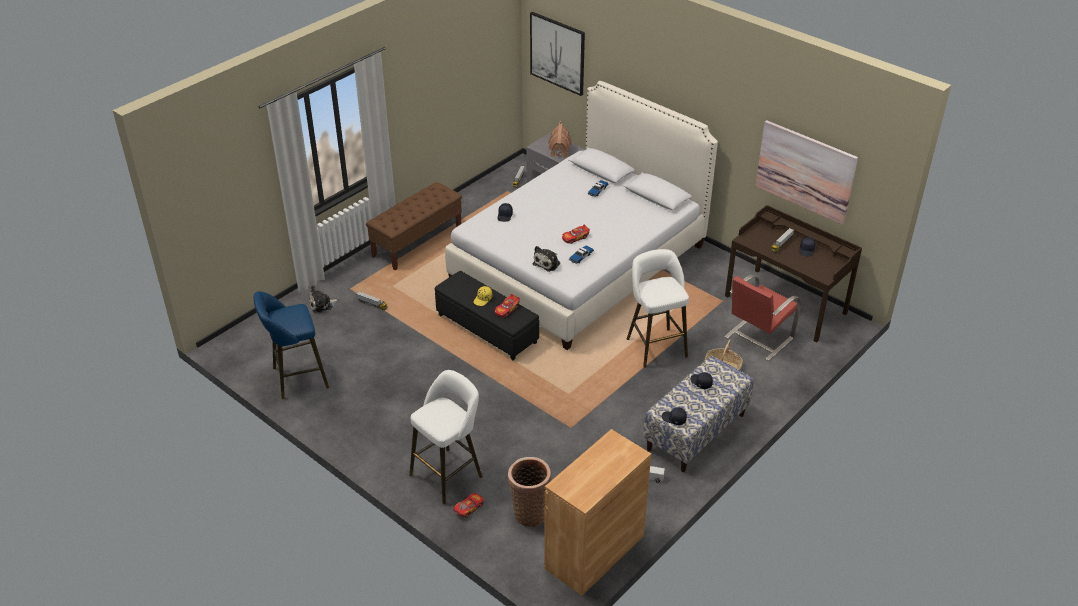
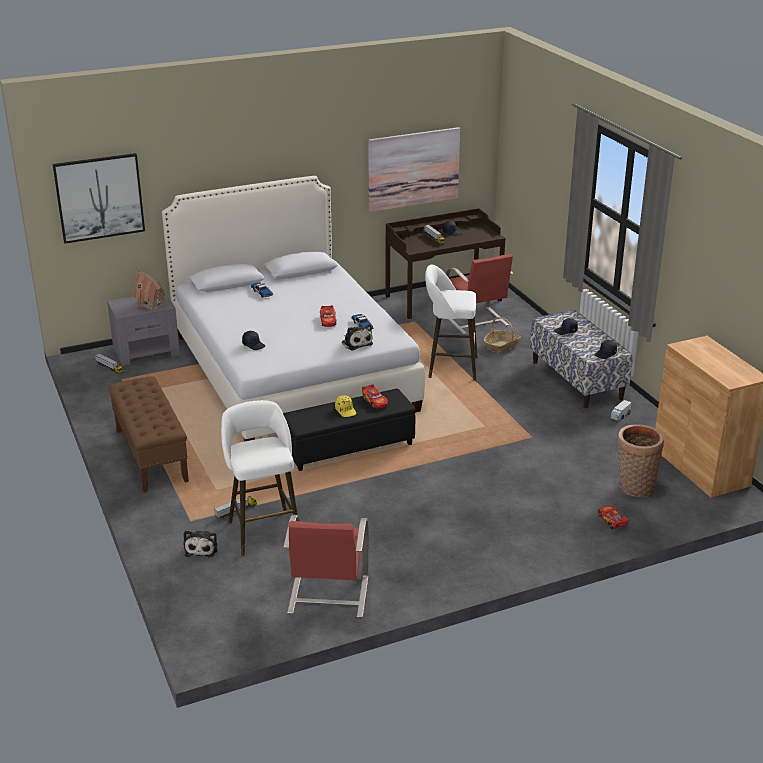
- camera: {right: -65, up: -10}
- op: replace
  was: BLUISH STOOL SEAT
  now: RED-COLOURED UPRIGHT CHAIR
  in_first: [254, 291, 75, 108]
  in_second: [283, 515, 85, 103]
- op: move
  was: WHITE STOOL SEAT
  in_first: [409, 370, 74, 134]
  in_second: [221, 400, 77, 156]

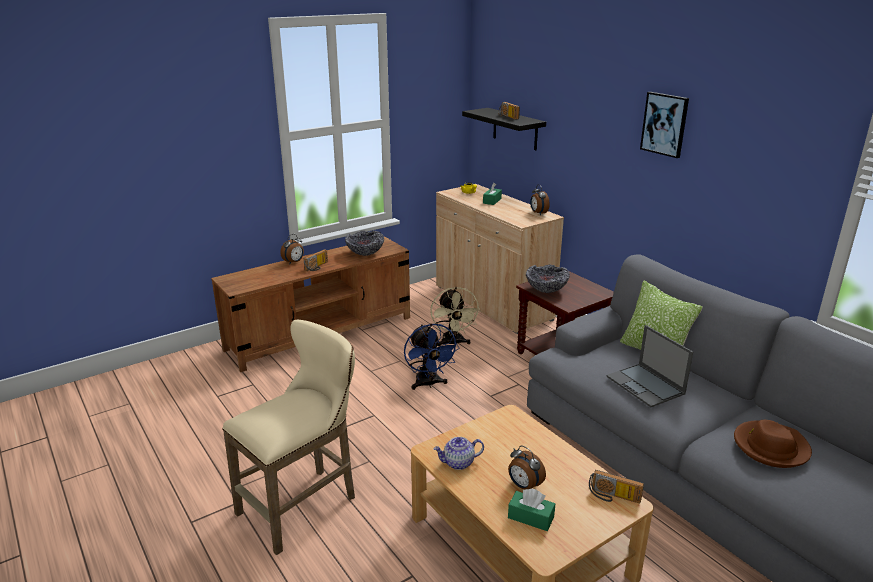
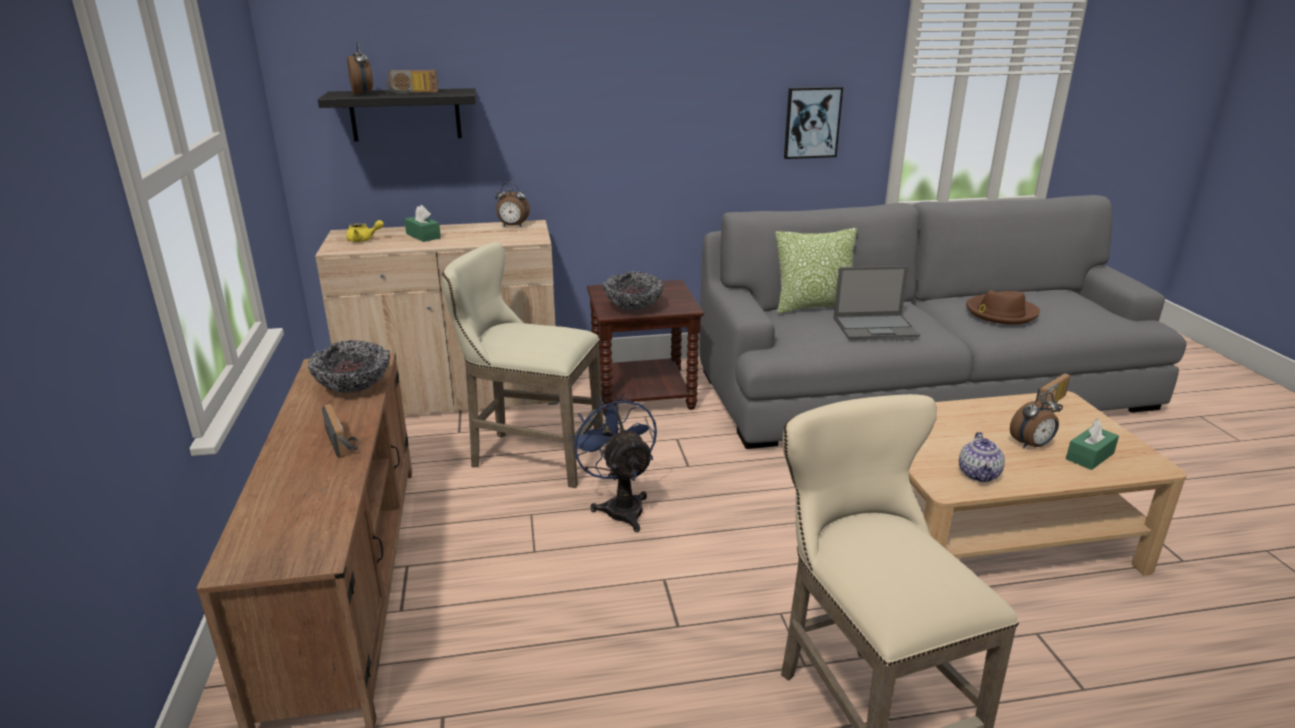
- camera: {right: -65, up: 0}
- op: move
  was: BEDSIDE CLOCK
  in_first: [280, 234, 24, 30]
  in_second: [347, 42, 26, 54]
- op: rotate
  was: BLUISH FAN
  in_first: [404, 323, 56, 67]
  in_second: [569, 394, 88, 138]
  clockwise: -120
- op: replace
  was: BEIGE-COLOURED FAN
  now: BEIGE-COLOURED STOOL SEAT
  in_first: [430, 287, 51, 60]
  in_second: [442, 242, 161, 246]
- op: move
  was: WALL PICTURE
  in_first: [640, 92, 49, 66]
  in_second: [784, 87, 59, 72]

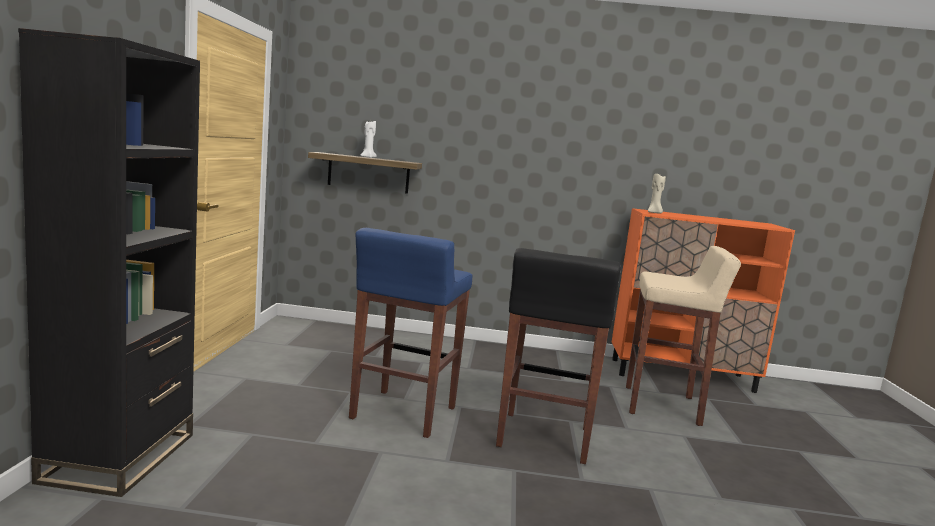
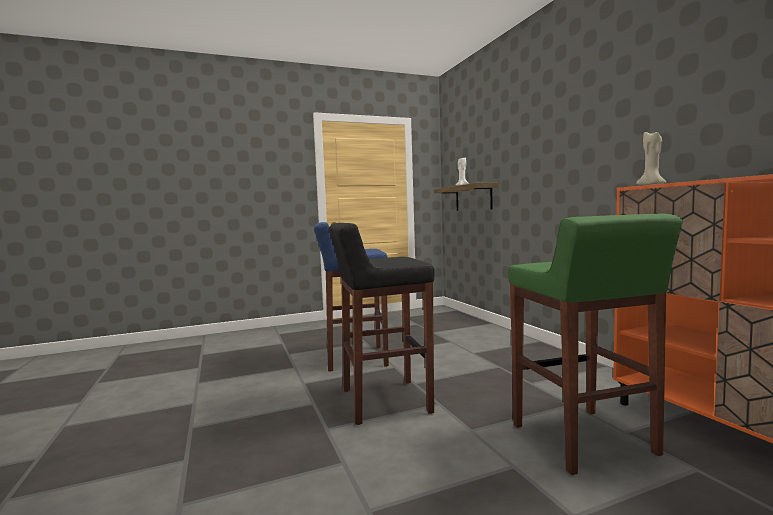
- camera: {right: 65, up: -5}
- op: delete
  was: BLACK BOOKSHELF
  in_first: [18, 28, 182, 469]
- op: recolor
  was: BEIGE-COLOURED STOOL SEAT
  now: GREEN STOOL SEAT
  in_first: [626, 246, 115, 180]
  in_second: [509, 213, 173, 262]

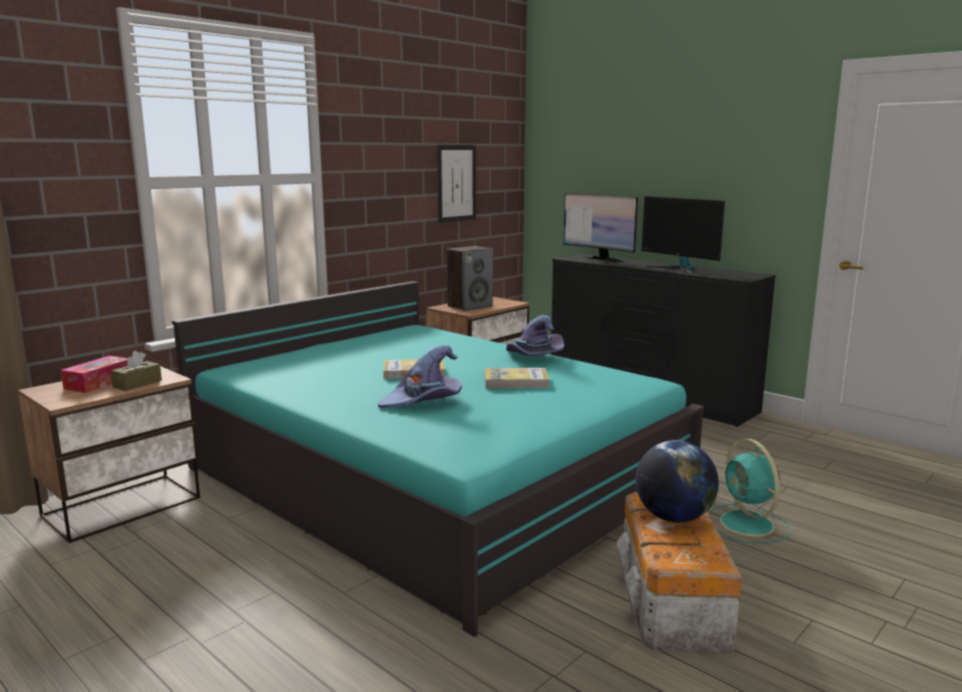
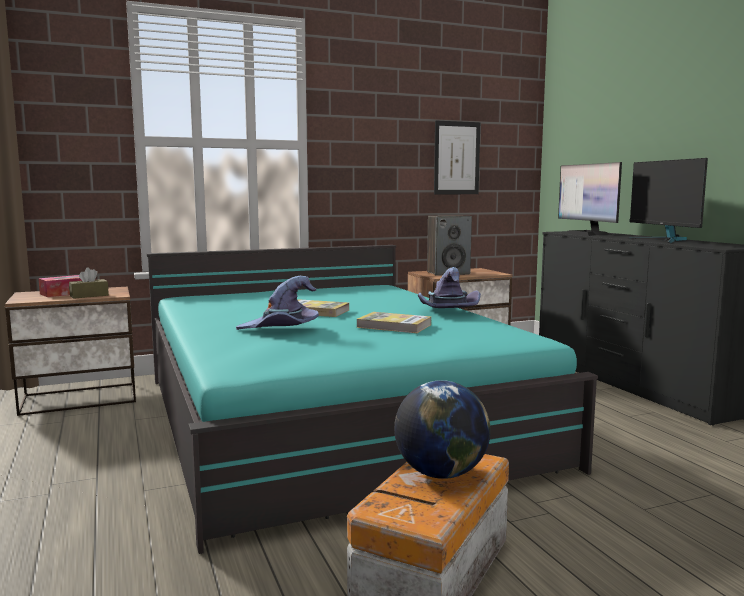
- camera: {right: 25, up: -5}
- op: delete
  was: TURQUOISE-COLOURED FAN
  in_first: [709, 439, 83, 105]

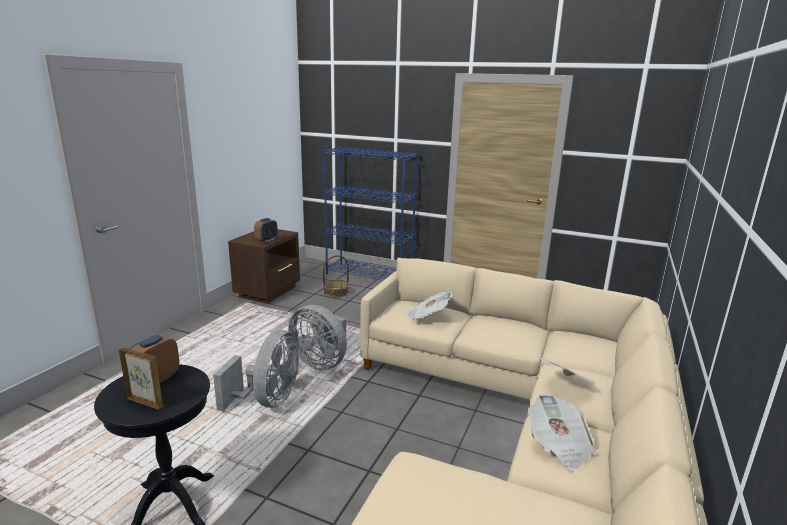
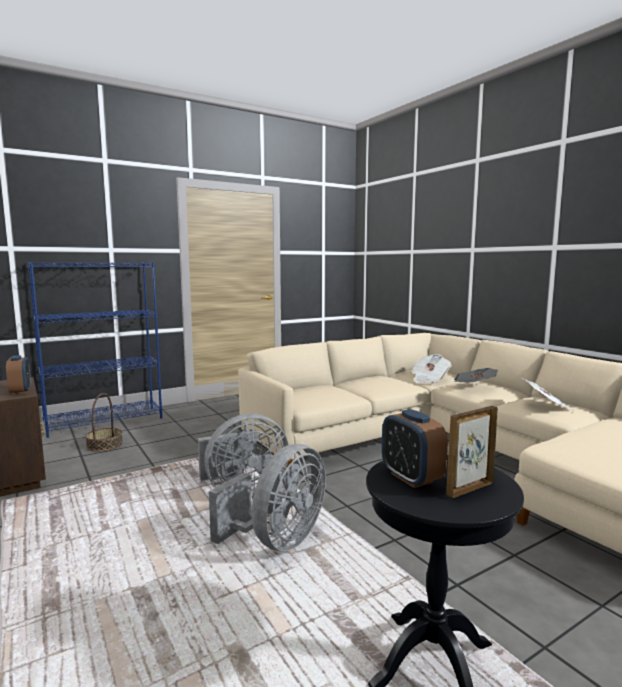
- camera: {right: -55, up: -10}
- op: rotate
  was: GRAY FAN
  in_first: [213, 330, 86, 81]
  in_second: [209, 444, 117, 107]
  clockwise: 75
- op: move
  was: DAILY PAPER
  in_first: [406, 291, 47, 30]
  in_second: [412, 354, 40, 29]

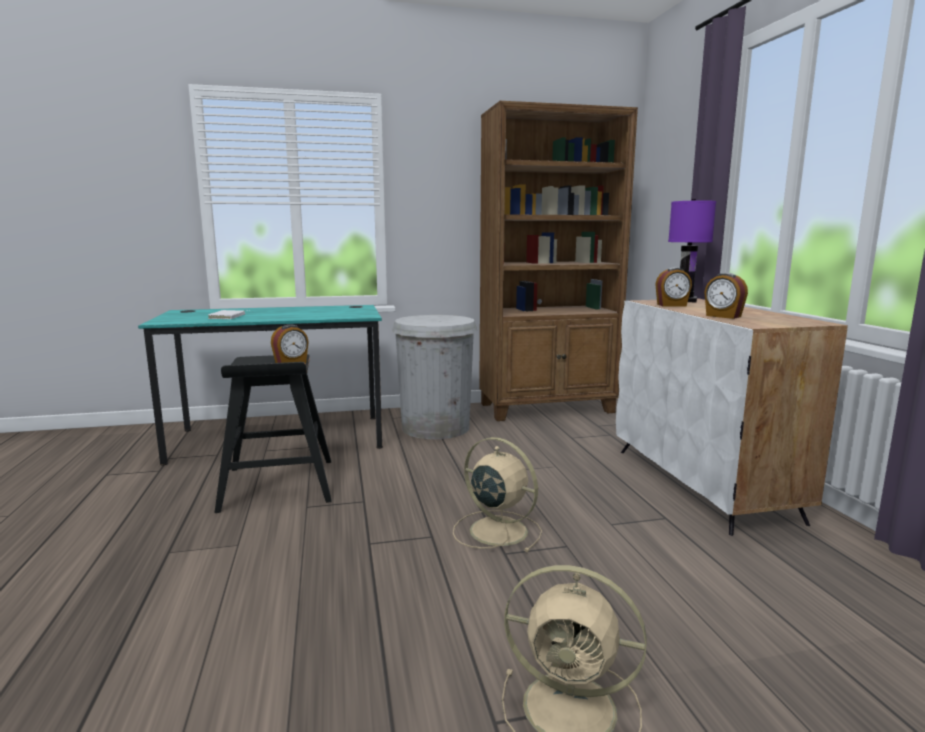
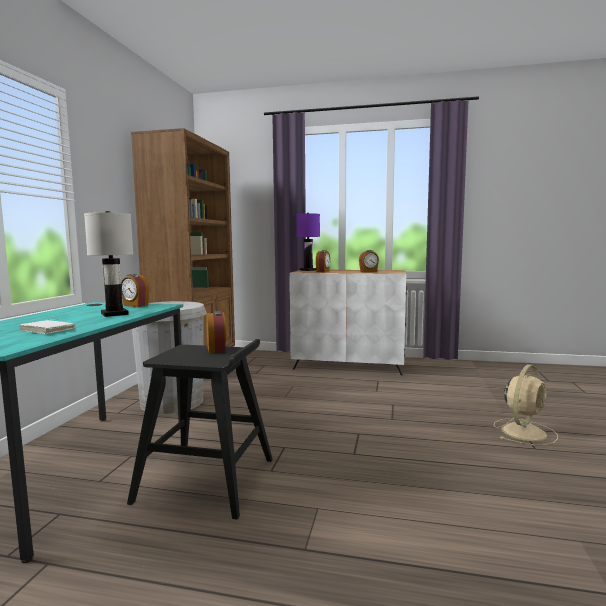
- camera: {right: -65, up: -5}
- op: delete
  was: BEIGE-COLOURED FAN
  in_first: [453, 437, 89, 115]
- op: insert
  now: WHITE TABLETOP LAMP
  in_second: [84, 211, 49, 106]
- op: insert
  now: BEDSIDE CLOCK
  in_second: [121, 274, 28, 33]

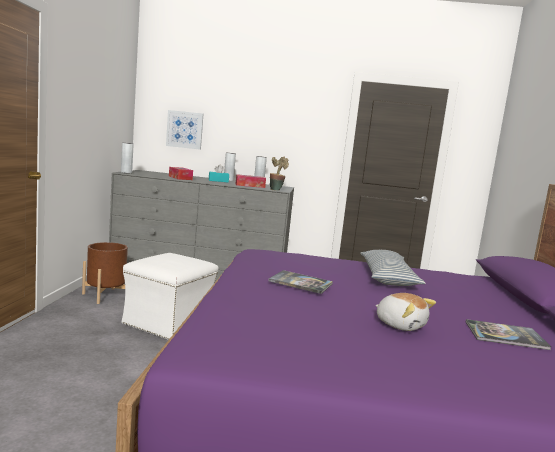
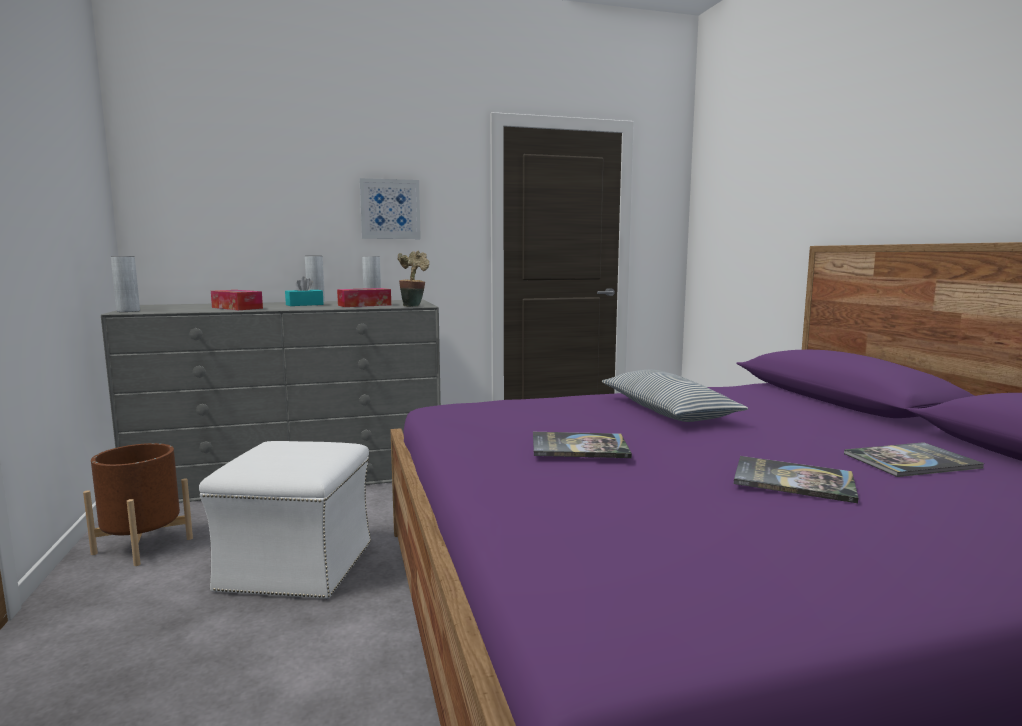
- camera: {right: -20, up: 0}
- op: move
  was: WALL PICTURE
  in_first: [166, 110, 37, 40]
  in_second: [360, 178, 61, 61]
- op: replace
  was: SOFT TOY
  now: BOUND BOOK
  in_first: [375, 293, 61, 38]
  in_second: [734, 456, 125, 47]

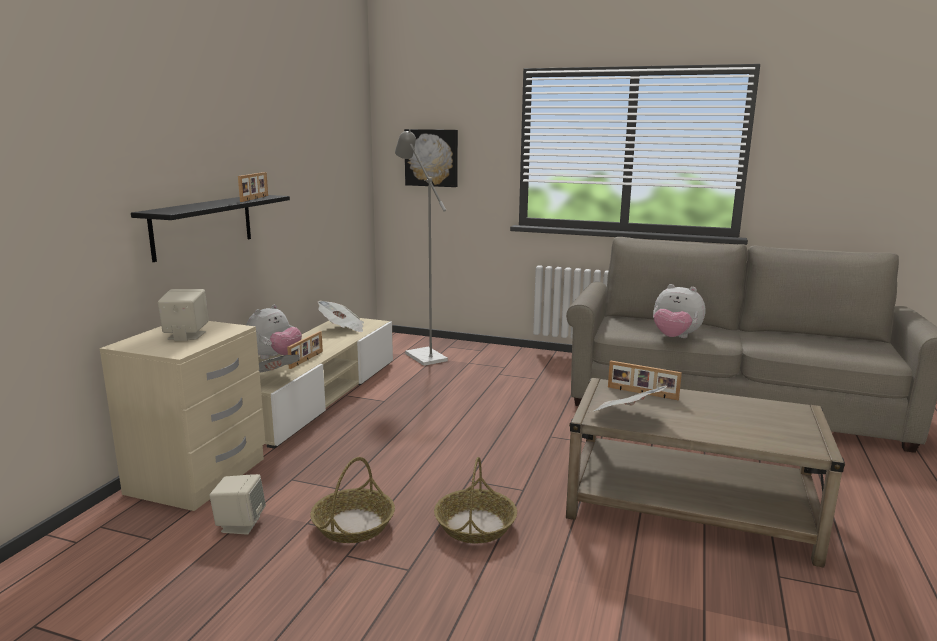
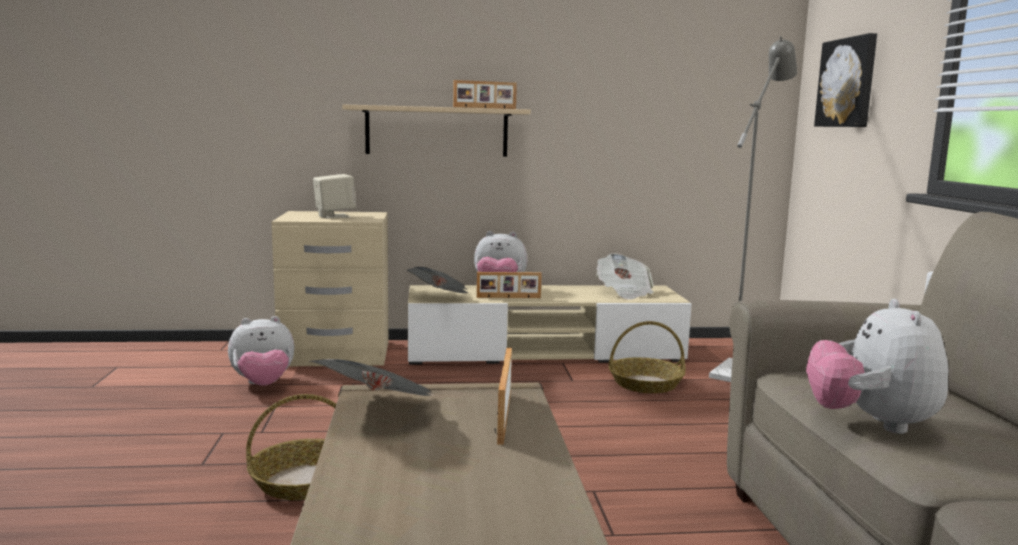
- camera: {right: 65, up: -5}
- op: recolor
  was: BLACK SHELF
  now: BEIGE-COLOURED SHELF
  in_first: [131, 195, 159, 67]
  in_second: [342, 104, 189, 53]
- op: replace
  was: BEIGE-COLOURED LOUDSPEAKER
  now: SOFT TOY
  in_first: [209, 474, 57, 61]
  in_second: [228, 316, 66, 70]
- op: move
  was: STORAGE BASKET
  in_first: [311, 457, 84, 86]
  in_second: [609, 321, 77, 72]

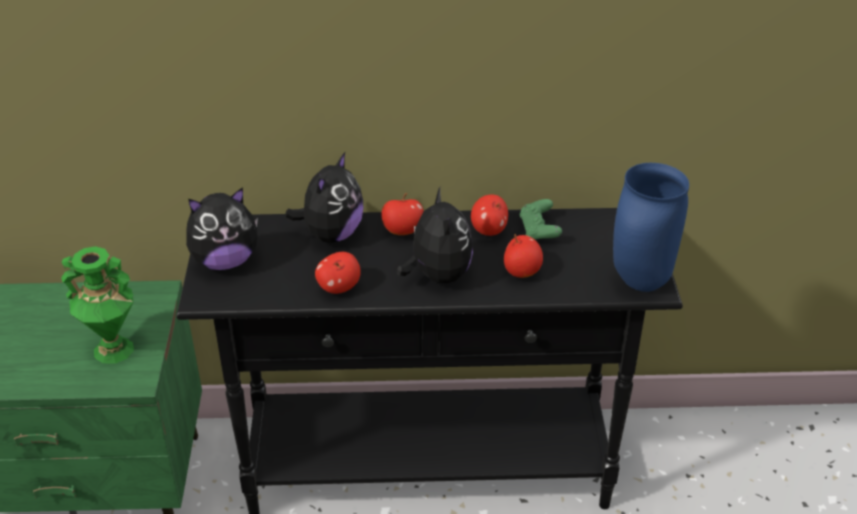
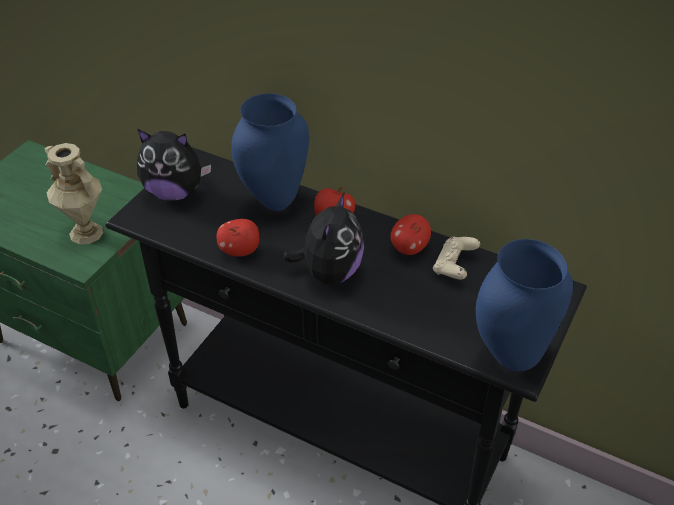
- camera: {right: 30, up: 5}
- op: recolor
  was: GREEN DECORATIVE VASE
  now: BEIGE-COLOURED DECORATIVE VASE
  in_first: [61, 246, 73, 118]
  in_second: [45, 143, 59, 101]
- op: replace
  was: SOFT TOY
  now: BLUISH DECORATIVE VASE
  in_first: [285, 152, 78, 91]
  in_second: [231, 93, 78, 118]
- op: delete
  was: WHOLE APPLE
  in_first: [504, 234, 39, 44]
- op: recolor
  was: GREEN JOYPAD
  now: BEIGE-COLOURED JOYPAD
  in_first: [519, 199, 43, 40]
  in_second: [433, 237, 47, 43]

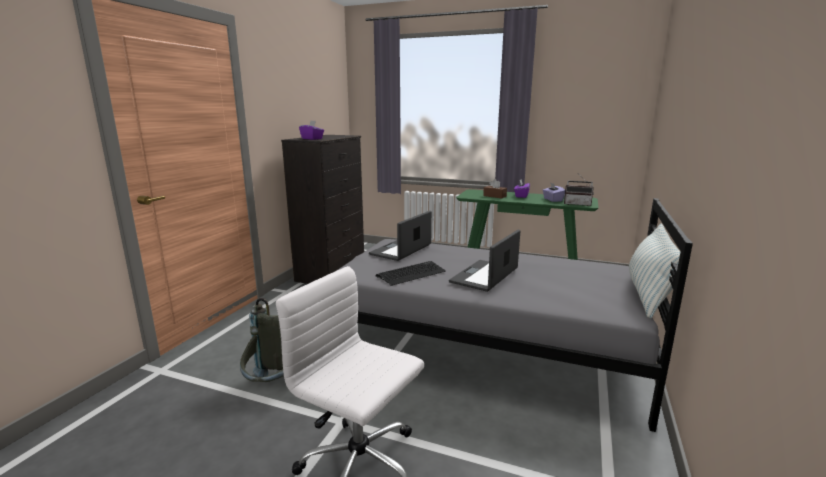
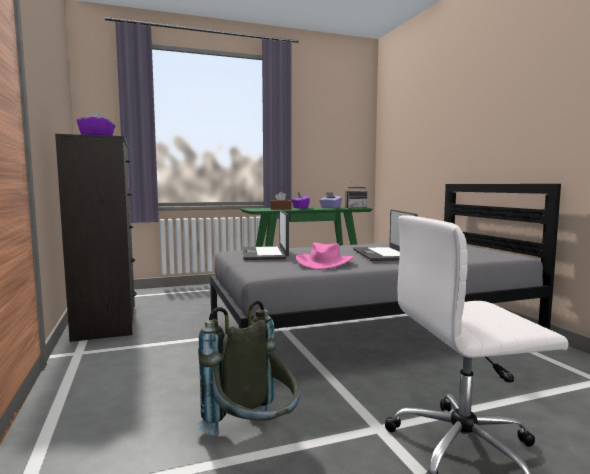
- camera: {right: -40, up: -10}
- op: replace
  was: COMPUTER KEYBOARD
  now: PINK-COLOURED HAT
  in_first: [375, 261, 71, 25]
  in_second: [296, 243, 58, 27]
- op: delete
  was: CUSHION
  in_first: [629, 224, 51, 94]

